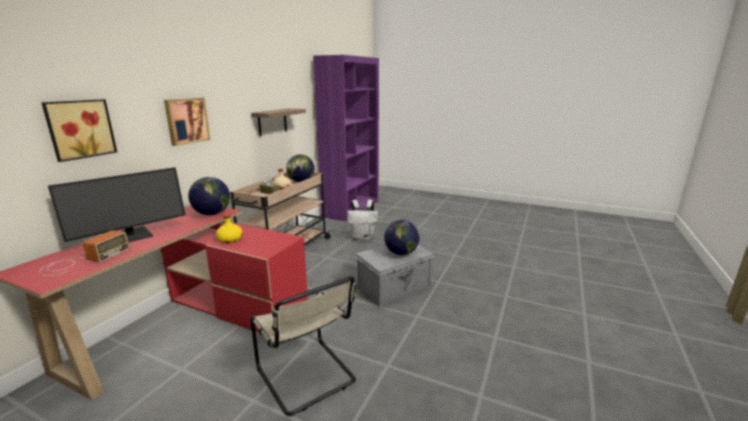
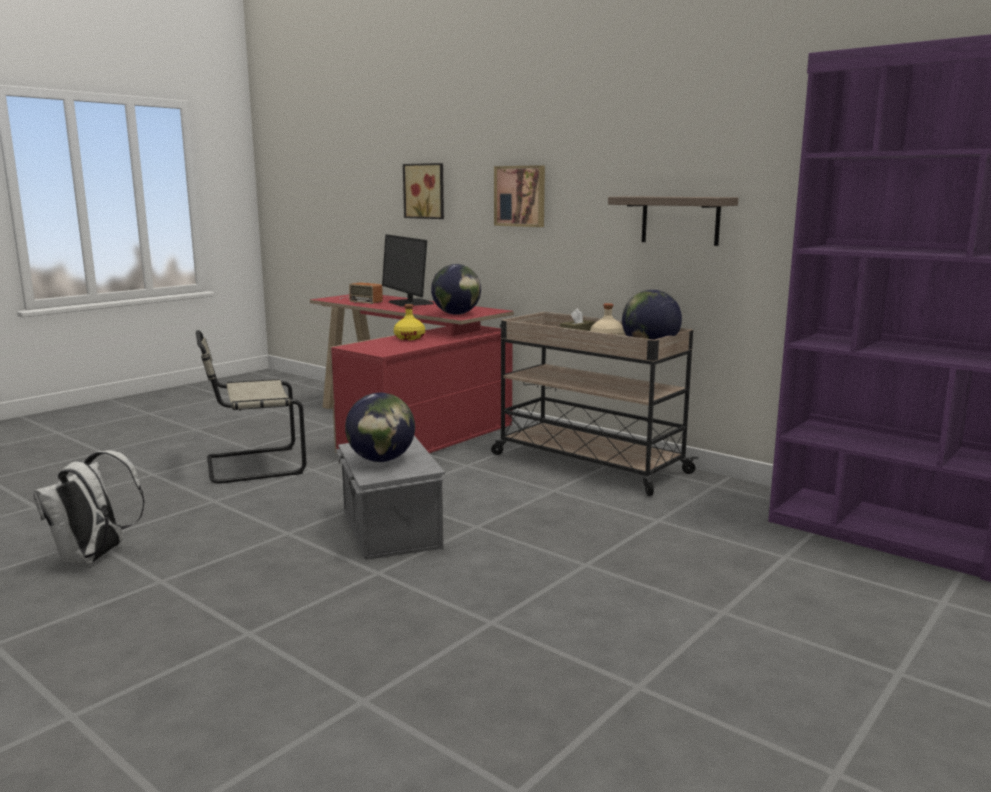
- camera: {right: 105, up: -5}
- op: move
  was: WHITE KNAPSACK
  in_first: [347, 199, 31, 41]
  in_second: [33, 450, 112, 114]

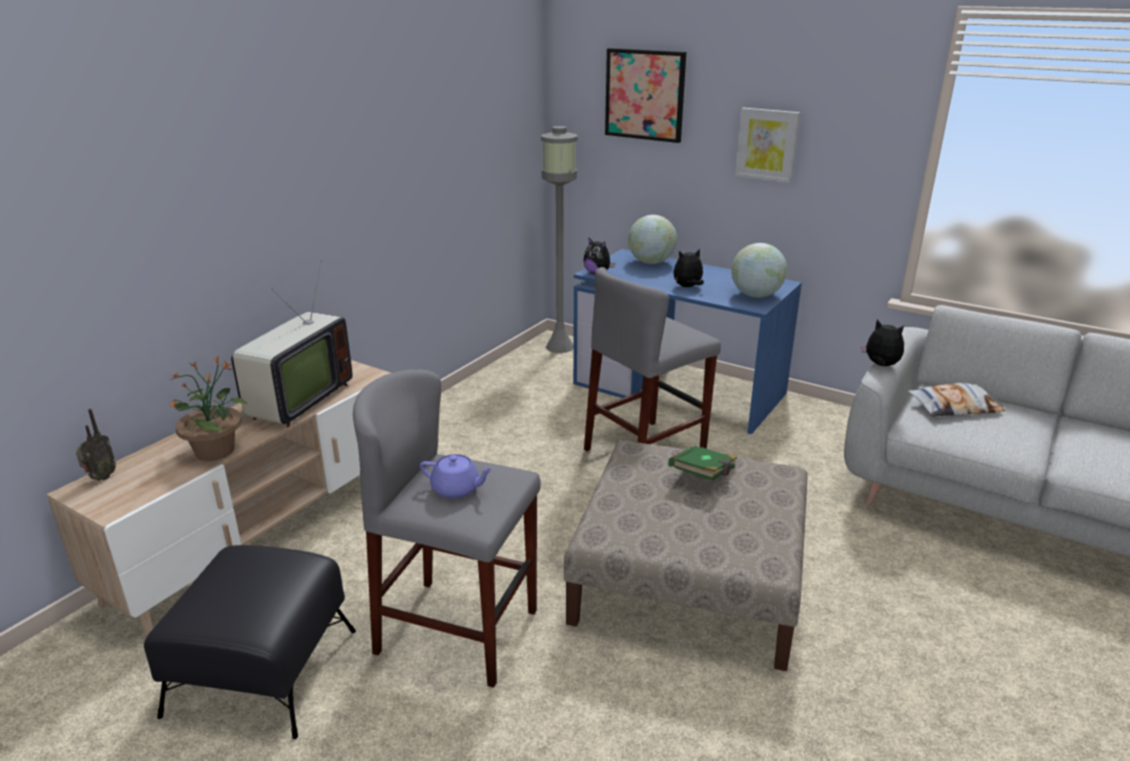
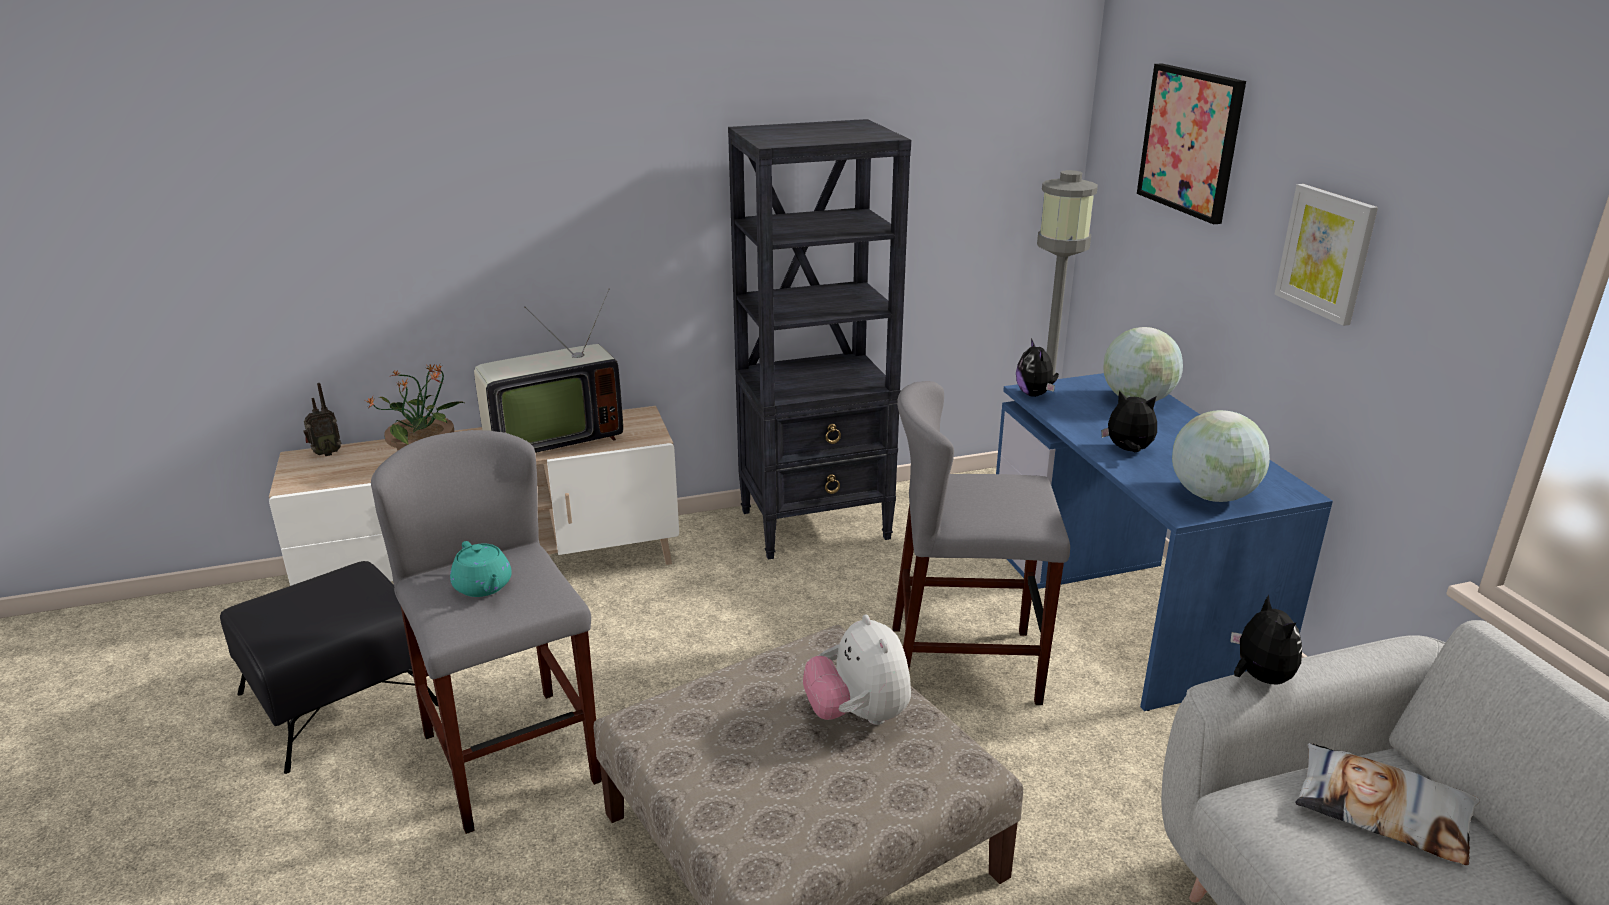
- camera: {right: 40, up: 0}
- op: recolor
  was: PURPLISH TEA POT
  now: TURQUOISE-COLOURED TEA POT
  in_first: [420, 454, 74, 44]
  in_second: [450, 541, 62, 56]
- op: replace
  was: GREEN BOUND BOOK
  now: SOFT TOY
  in_first: [668, 446, 69, 35]
  in_second: [803, 614, 108, 111]
- op: insert
  now: BLACK BOOKSHELF
  in_second: [728, 119, 183, 441]

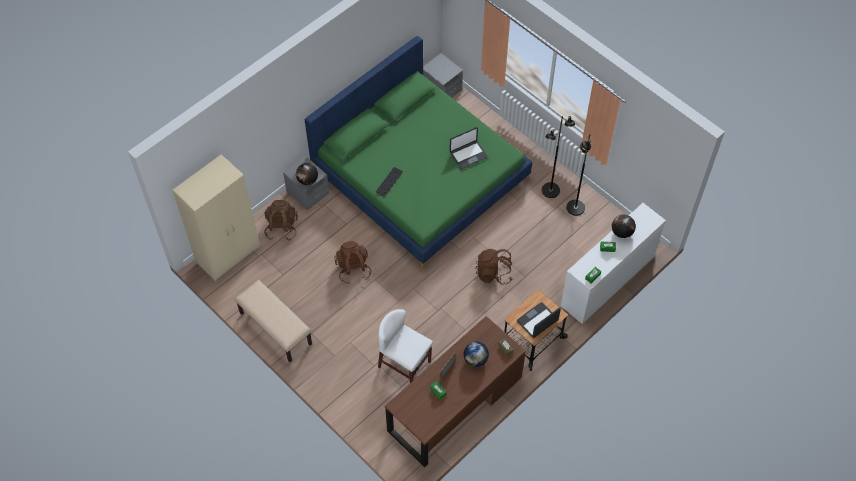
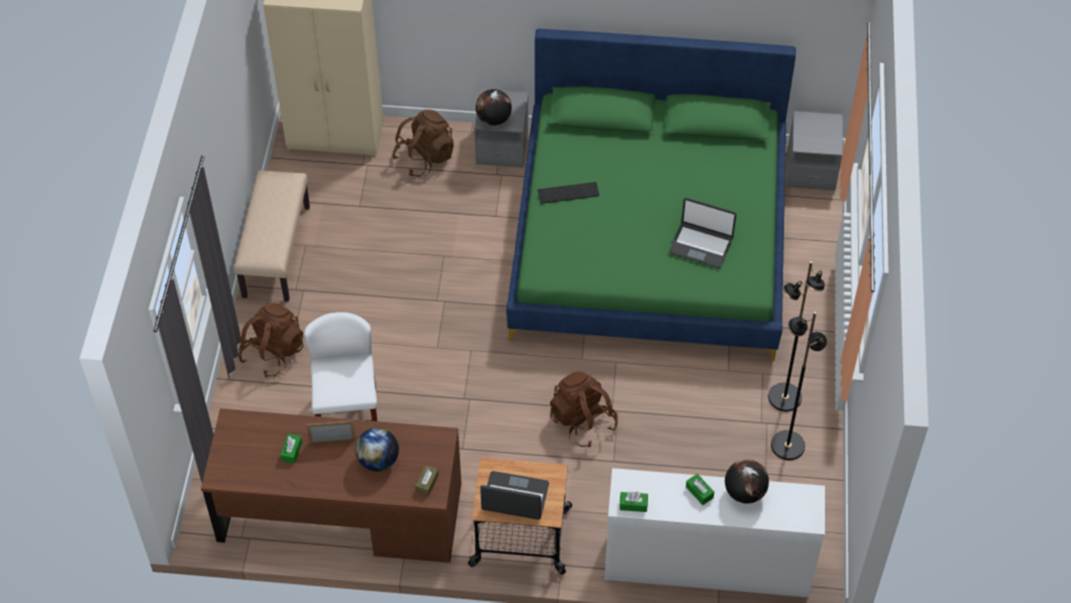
- camera: {right: 50, up: -5}
- op: move
  was: BROWN-COLOURED KNAPSACK
  in_first: [335, 241, 37, 43]
  in_second: [238, 303, 65, 75]

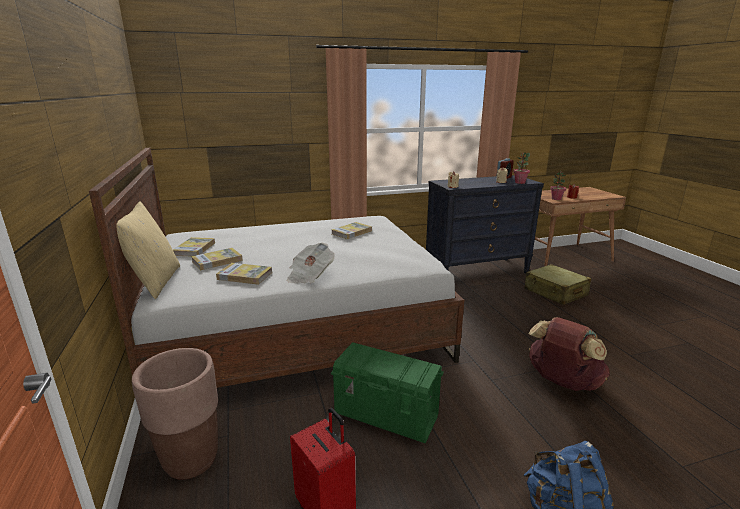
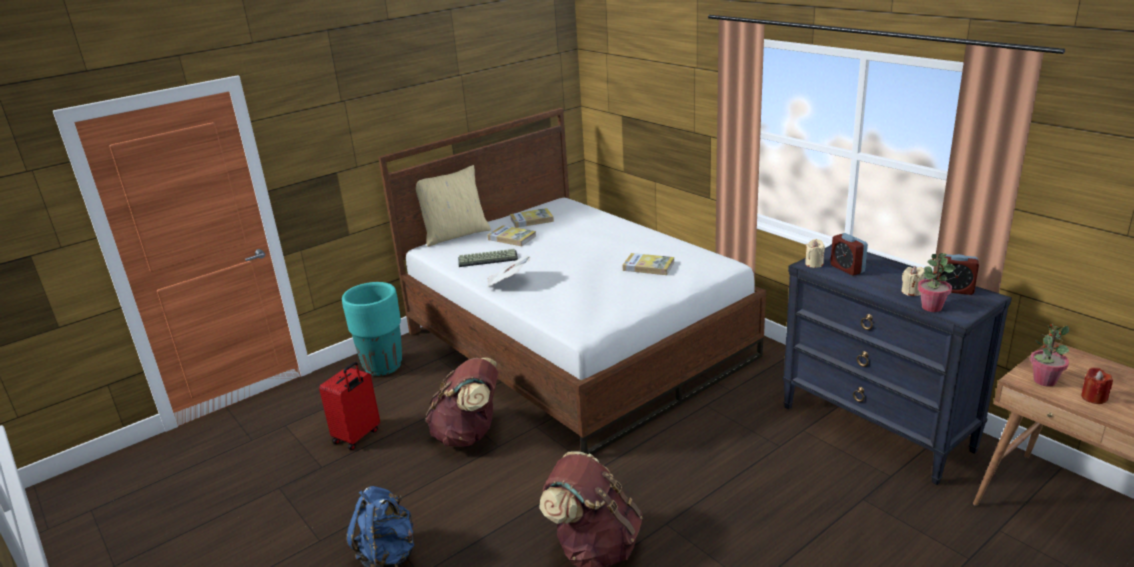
- camera: {right: 70, up: 5}
- op: recolor
  was: BROWN-COLOURED PLANTER
  now: TURQUOISE-COLOURED PLANTER
  in_first: [132, 348, 86, 132]
  in_second: [342, 282, 60, 94]
- op: replace
  was: BOUND BOOK
  now: COMPUTER KEYBOARD
  in_first: [216, 263, 56, 21]
  in_second: [458, 249, 60, 18]
- op: replace
  was: GREEN STORAGE BIN
  now: BROWN-COLOURED KNAPSACK
  in_first: [331, 342, 113, 102]
  in_second: [425, 358, 73, 89]
- op: delete
  was: BEIGE-COLOURED TRAVEL CASE
  in_first: [525, 264, 66, 41]
- op: insert
  now: BEDSIDE CLOCK
  in_second: [831, 233, 37, 42]

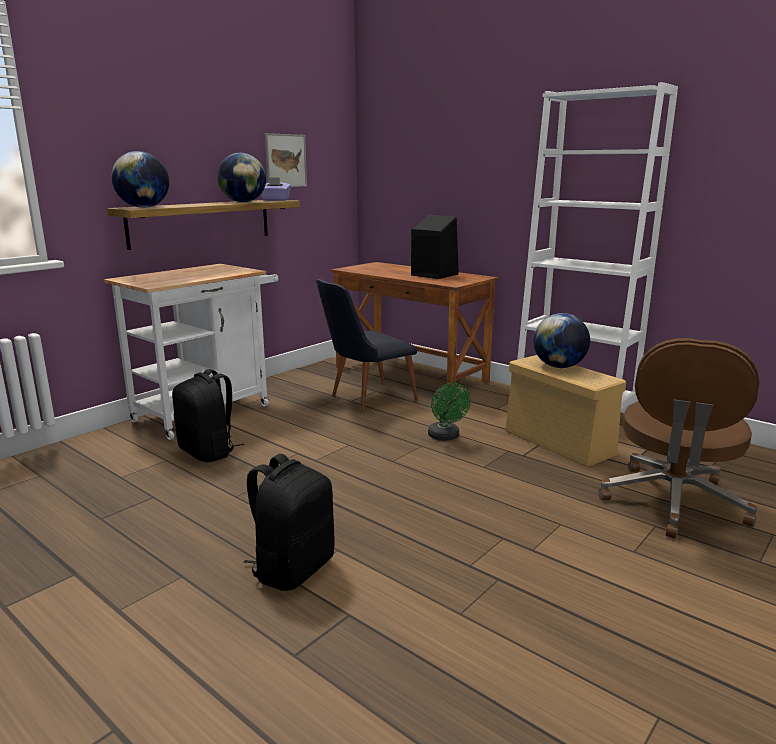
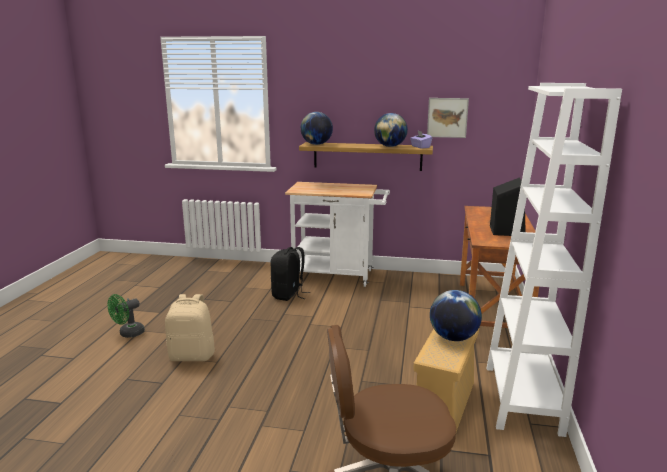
- camera: {right: 60, up: 0}
- op: recolor
  was: BLACK KNAPSACK
  now: BEIGE-COLOURED KNAPSACK
  in_first: [244, 454, 91, 137]
  in_second: [165, 294, 50, 67]
- op: delete
  was: BLACK UPRIGHT CHAIR
  in_first: [316, 279, 102, 134]
- op: move
  was: GREEN FAN
  in_first: [428, 383, 43, 58]
  in_second: [108, 294, 37, 44]

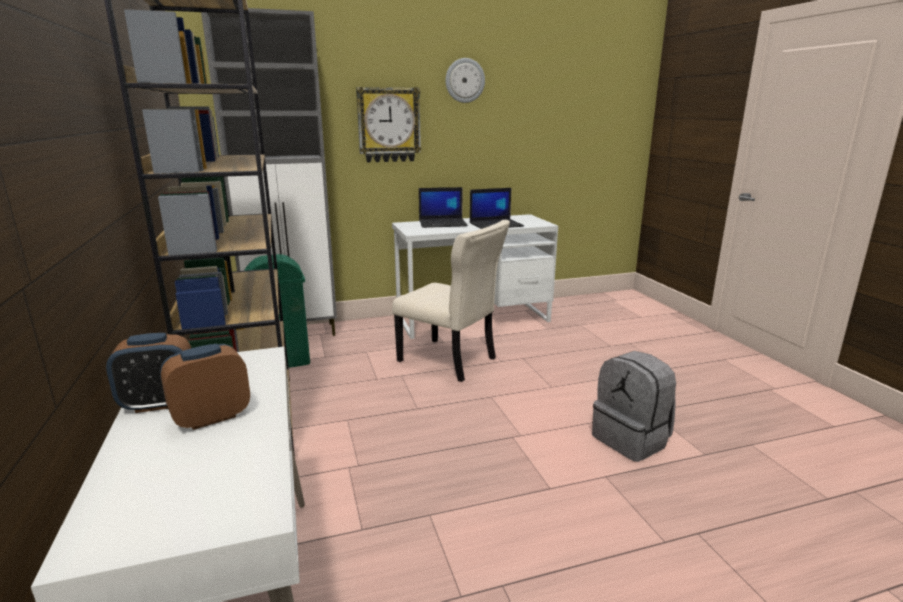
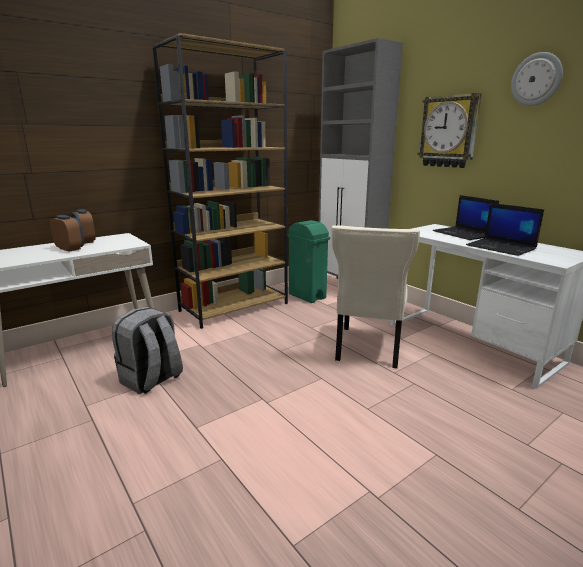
- camera: {right: 70, up: 0}
- op: move
  was: GRAY KNAPSACK
  in_first: [592, 351, 84, 111]
  in_second: [112, 307, 71, 87]

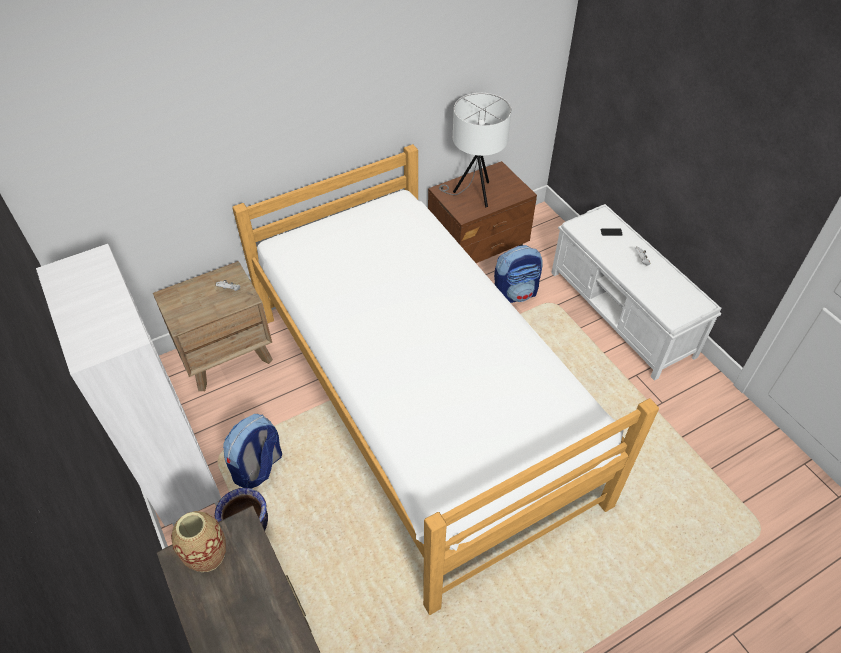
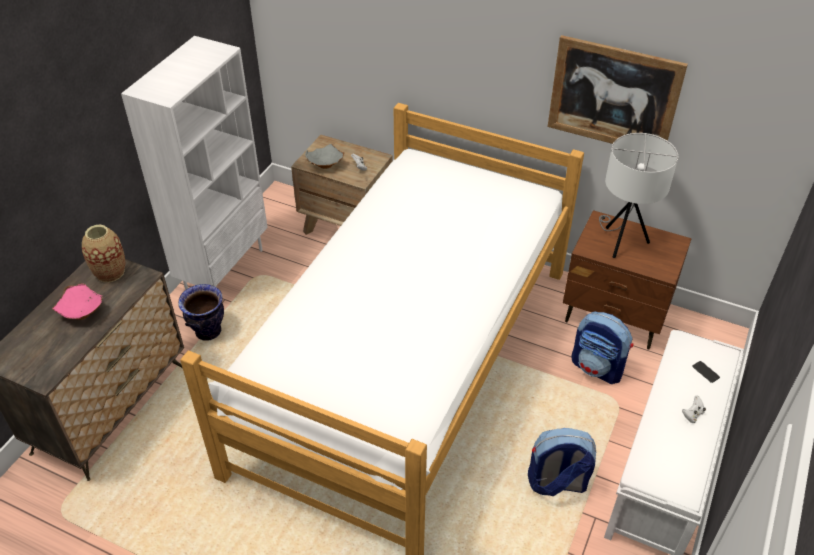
- camera: {right: 55, up: -5}
- op: move
  was: KNAPSACK
  in_first: [223, 414, 59, 75]
  in_second: [528, 428, 69, 68]
- op: insert
  now: PINK-COLOURED SERVING BOWL
  in_second: [52, 283, 50, 37]
- op: insert
  now: GRAY SERVING BOWL
  in_second: [305, 144, 39, 25]
- op: insert
  now: WALL PICTURE
  in_second: [548, 35, 140, 109]

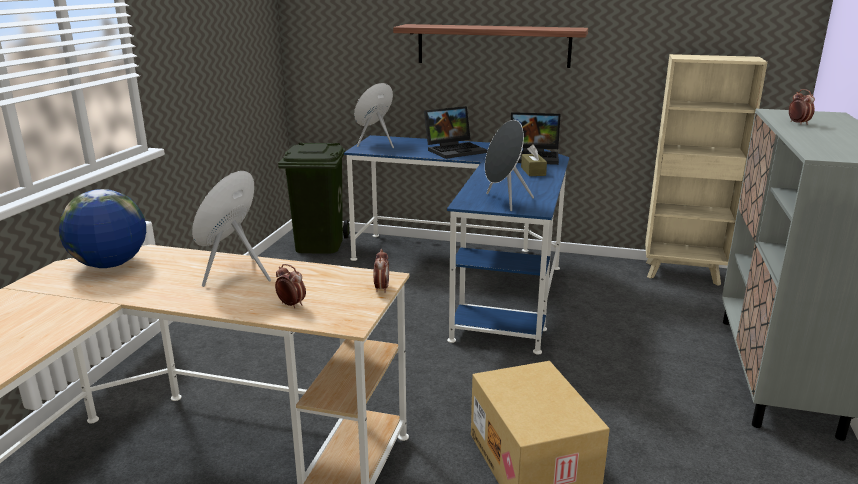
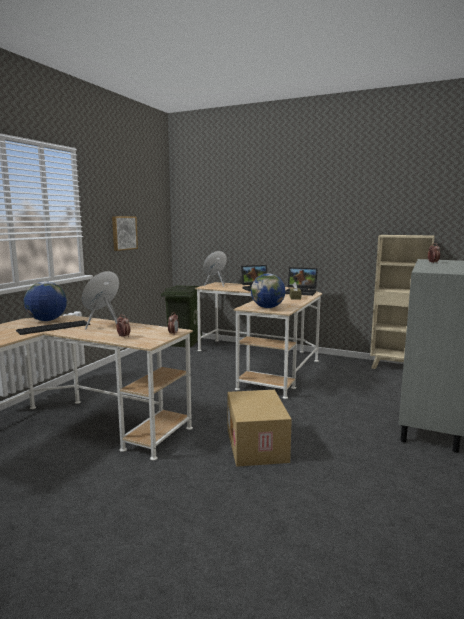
- camera: {right: 10, up: -10}
- op: recolor
  was: BLUISH DESK UNIT
  now: BEIGE-COLOURED DESK UNIT
  in_first: [344, 135, 225, 219]
  in_second: [195, 282, 127, 117]
- op: delete
  was: SHELF
  in_first: [393, 24, 195, 44]
- op: replace
  was: BLACK LOUDSPEAKER
  now: GLOBE
  in_first: [485, 120, 49, 91]
  in_second: [251, 274, 34, 34]
- op: insert
  now: COMPUTER KEYBOARD
  in_second: [16, 320, 74, 15]
- op: insert
  now: WALL PICTURE
  in_second: [112, 216, 26, 35]

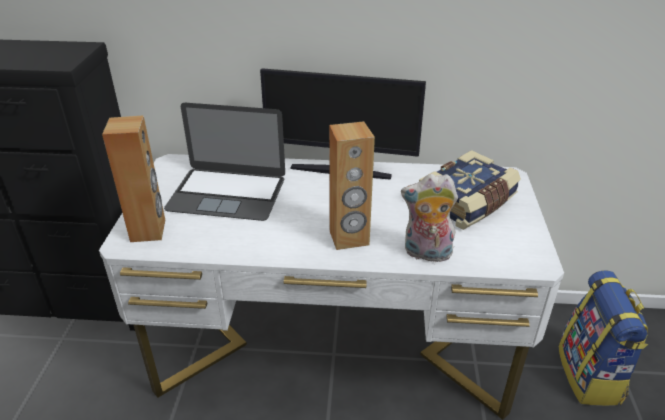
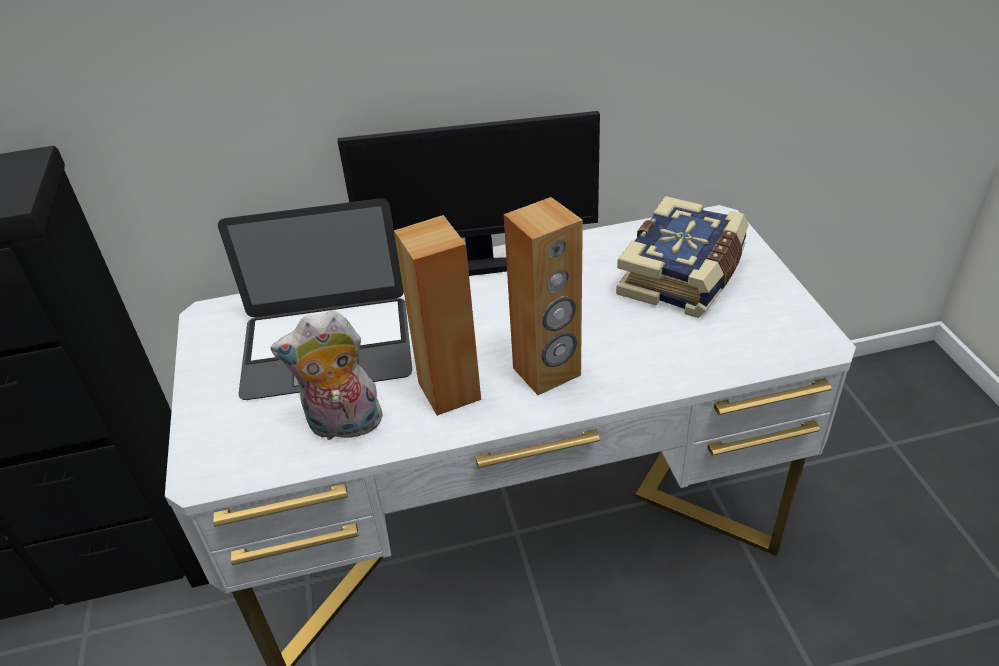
- camera: {right: -15, up: 5}
- op: move
  was: BROWN-COLOURED LOUDSPEAKER
  in_first: [102, 115, 63, 127]
  in_second: [394, 215, 87, 201]
- op: move
  was: SOFT TOY
  in_first: [401, 174, 57, 88]
  in_second: [270, 310, 116, 130]
- op: delete
  was: KNAPSACK
  in_first: [559, 271, 89, 135]

